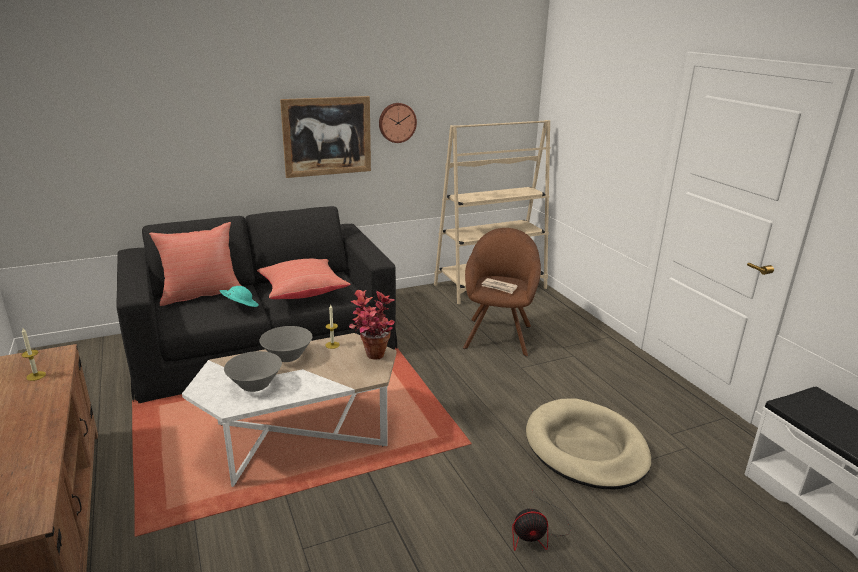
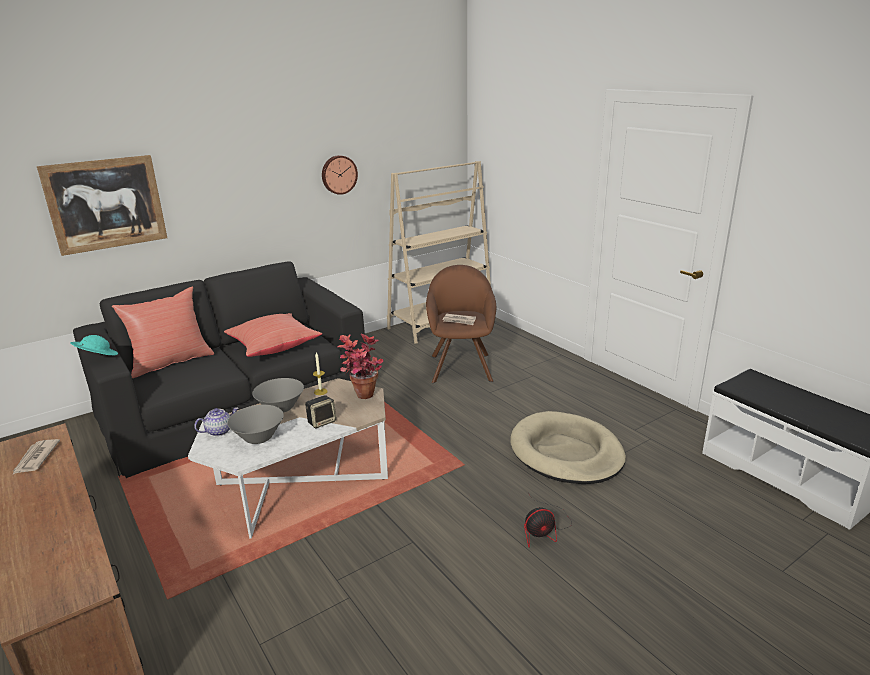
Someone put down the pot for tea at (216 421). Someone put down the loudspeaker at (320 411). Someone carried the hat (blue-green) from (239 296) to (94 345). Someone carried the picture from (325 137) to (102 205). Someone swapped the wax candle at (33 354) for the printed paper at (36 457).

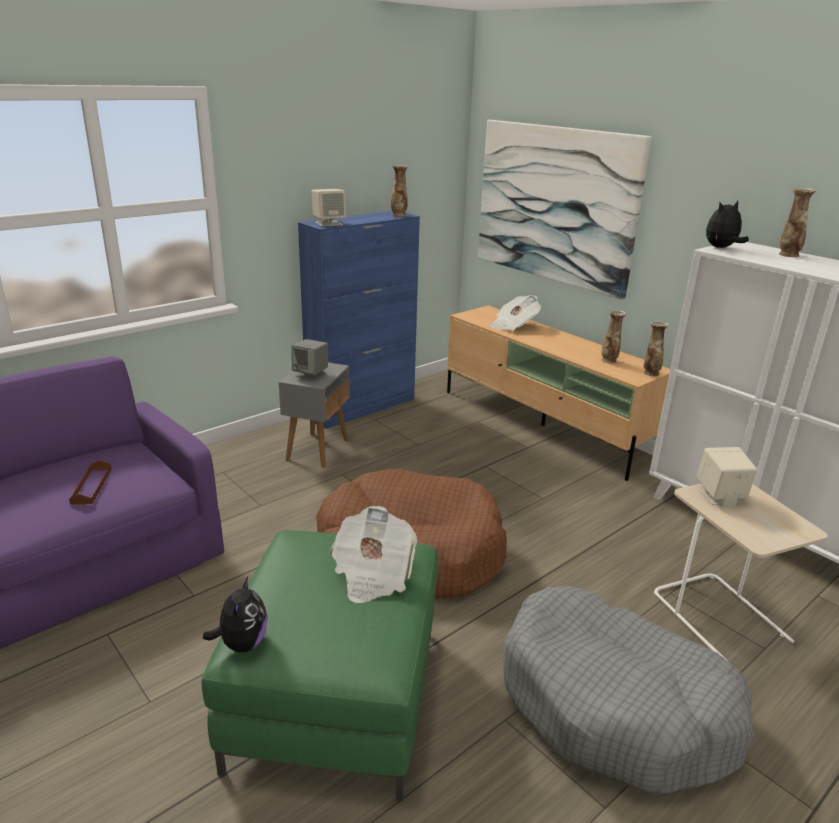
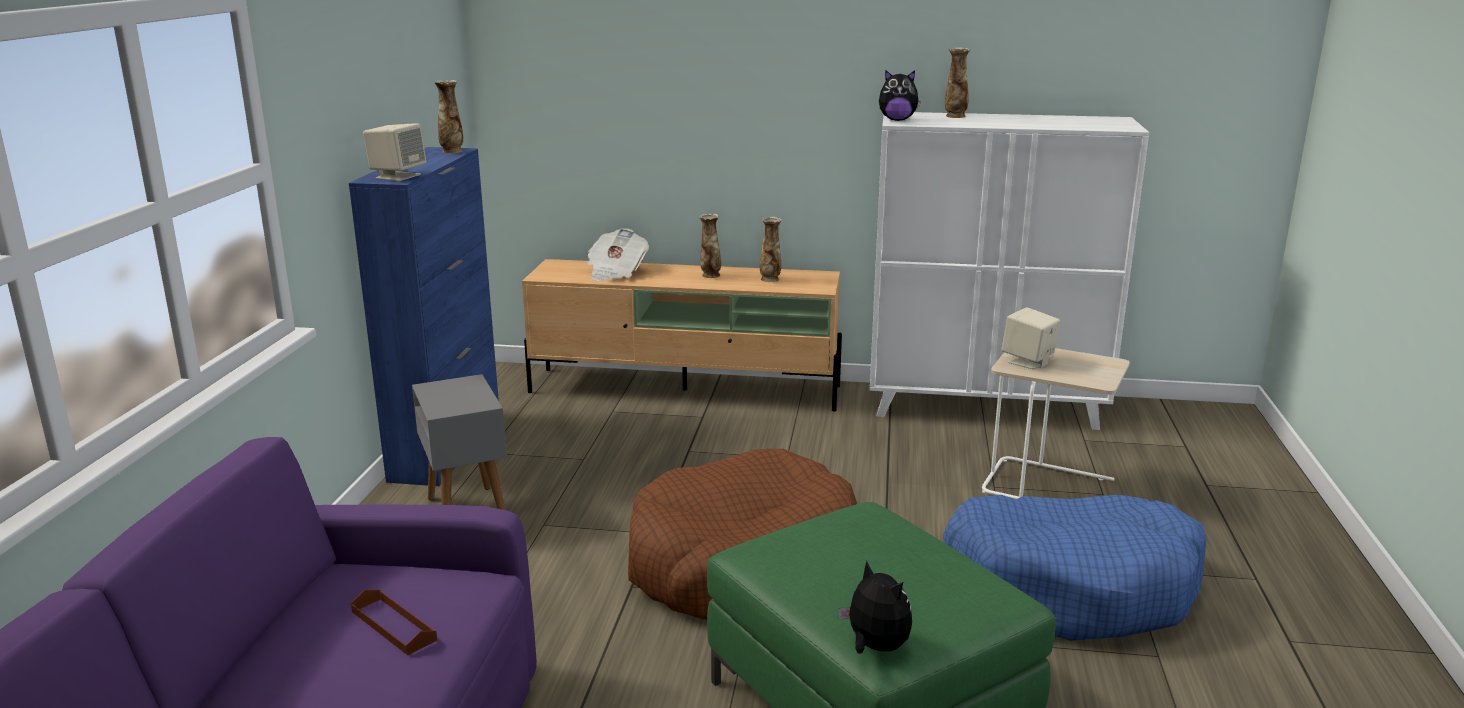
Someone took away the loudspeaker (grey) at (310 360). Someone took away the printed paper at (374 554). Someone took away the picture at (565 210). Someone carried the flower vase from (656 348) to (710 246). Someone repainted the pet bed (grey) at (629 690), which became the pet bed (blue) at (1075 568). Someone rotated the soft toy at (727 224) by 105 degrees counterclockwise.

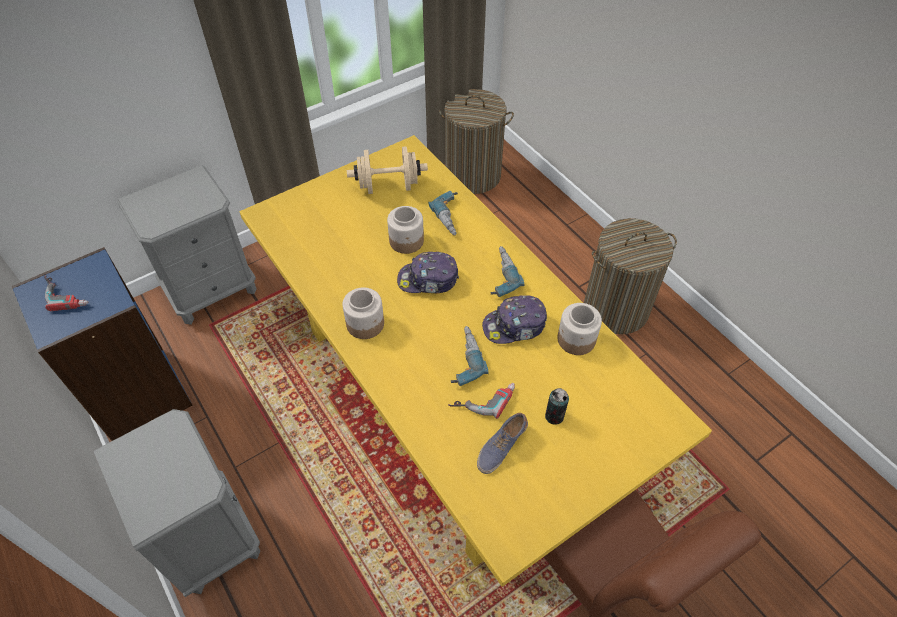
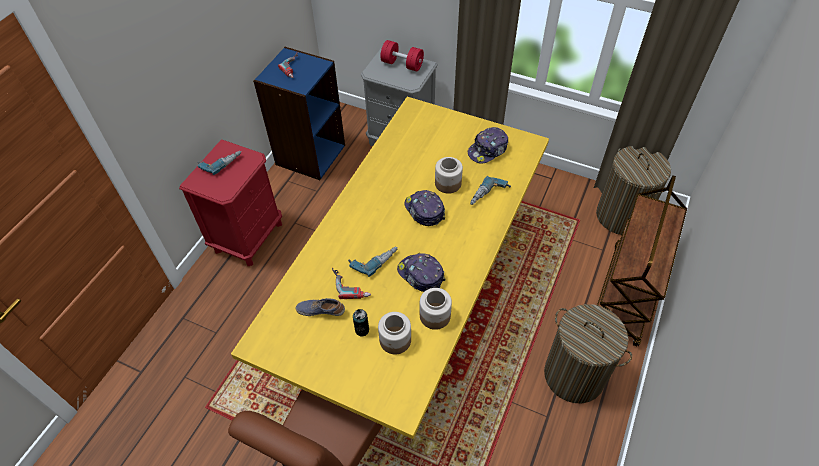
Someone put down the free weight (red) at (402 55). Someone put down the trolley (brown-coloured) at (642 261). Someone carried the preserve jar from (363 313) to (394 333). Someone carried the drill from (507 271) to (219 163). Someone swapped the free weight (sand-coloured) at (387 170) for the baseball cap at (488 145). Someone repainted the night table (grey) at (177 503), which became the night table (red) at (230 202).

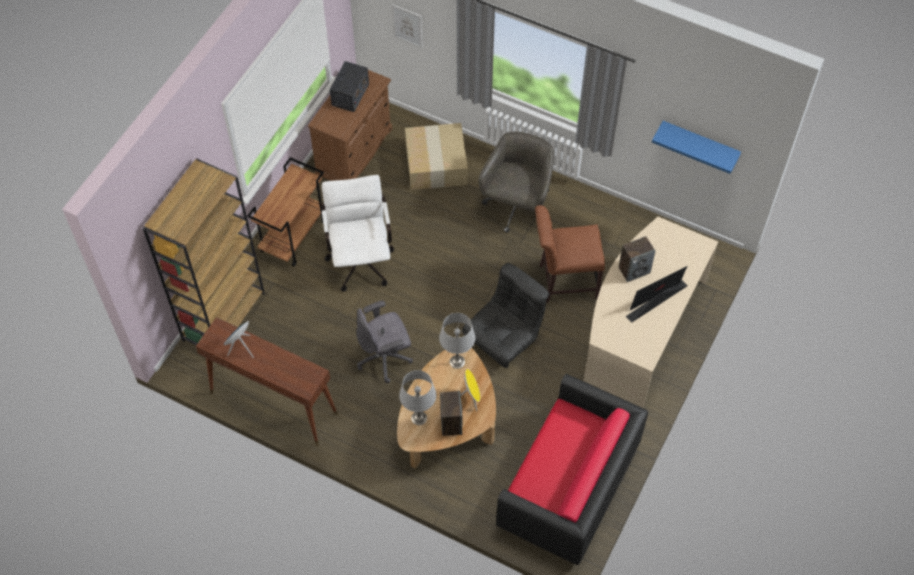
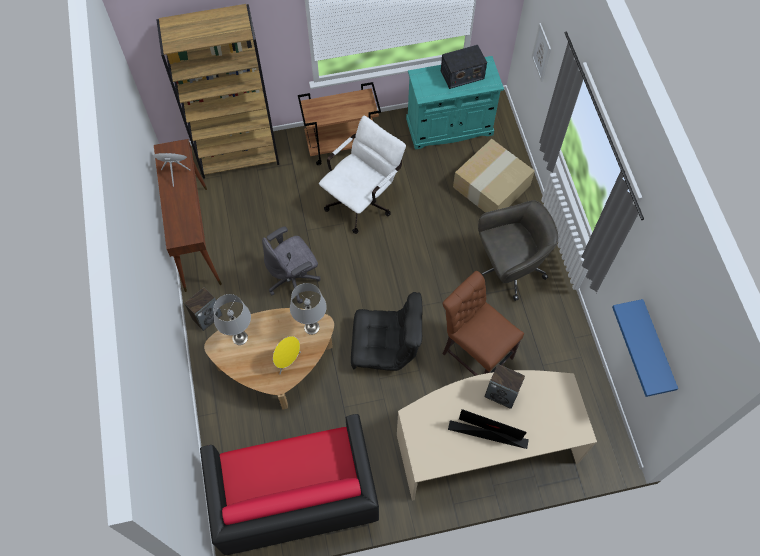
Someone carried the loudspeaker from (451 413) to (203 309). Someone repainted the cabinet (brown-coloured) at (350 125), which became the cabinet (blue-green) at (455 103). Someone rotated the office chair (grey) at (384 341) by 60 degrees counterclockwise.

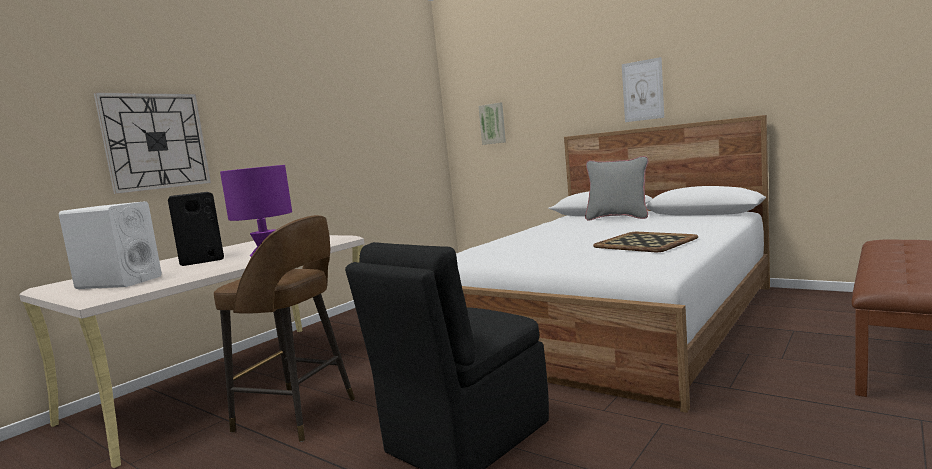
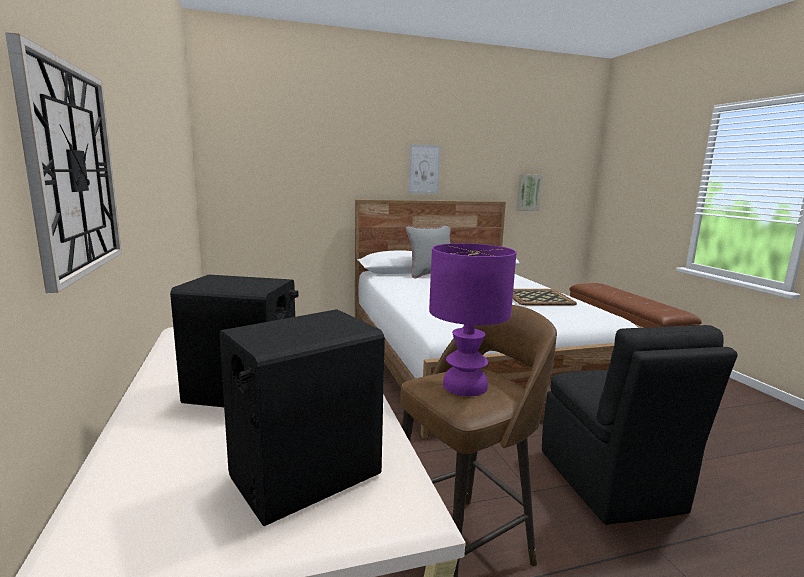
Someone carried the picture from (492 123) to (530 192). Someone repainted the loudspeaker (whitish) at (110 245), which became the loudspeaker (black-coloured) at (302 417).

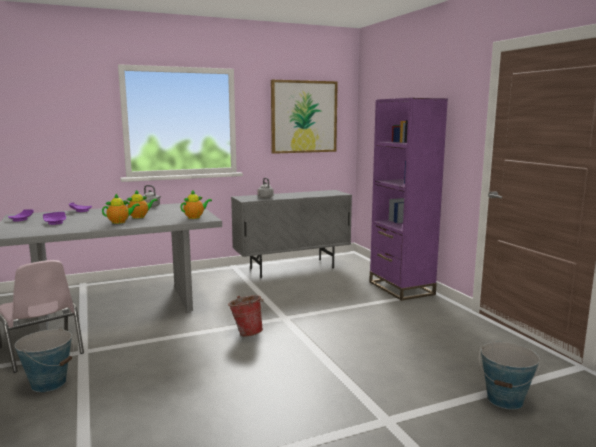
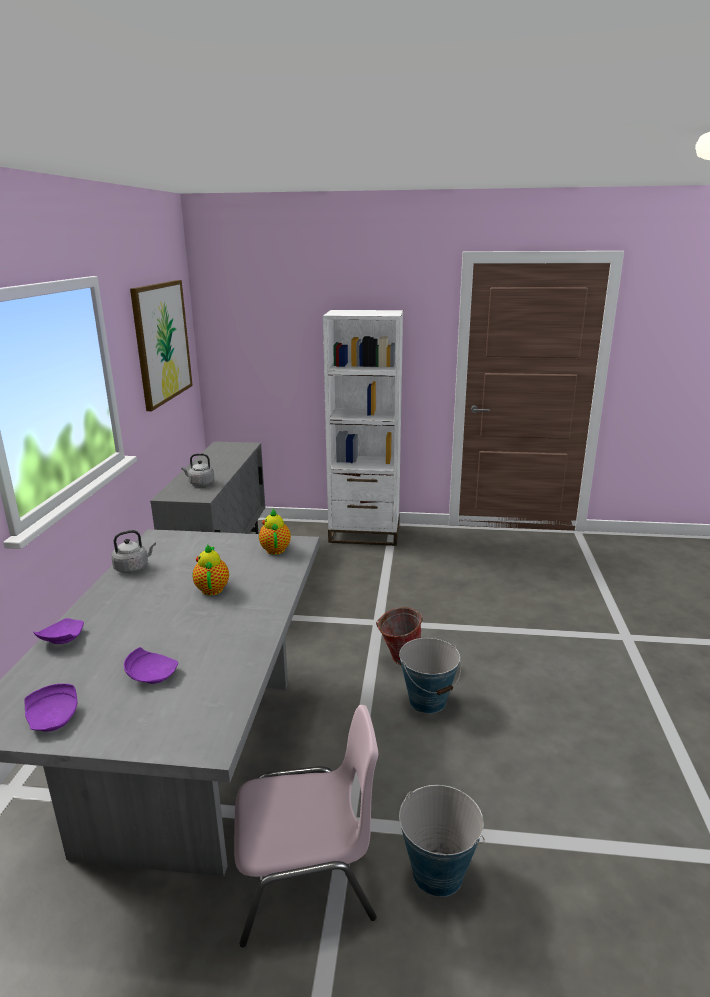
Someone took away the pot for tea at (121 209). Someone carried the water bucket from (509 376) to (430 676). Someone repainted the shelving unit (purple) at (408 199), which became the shelving unit (whitish) at (363 428).

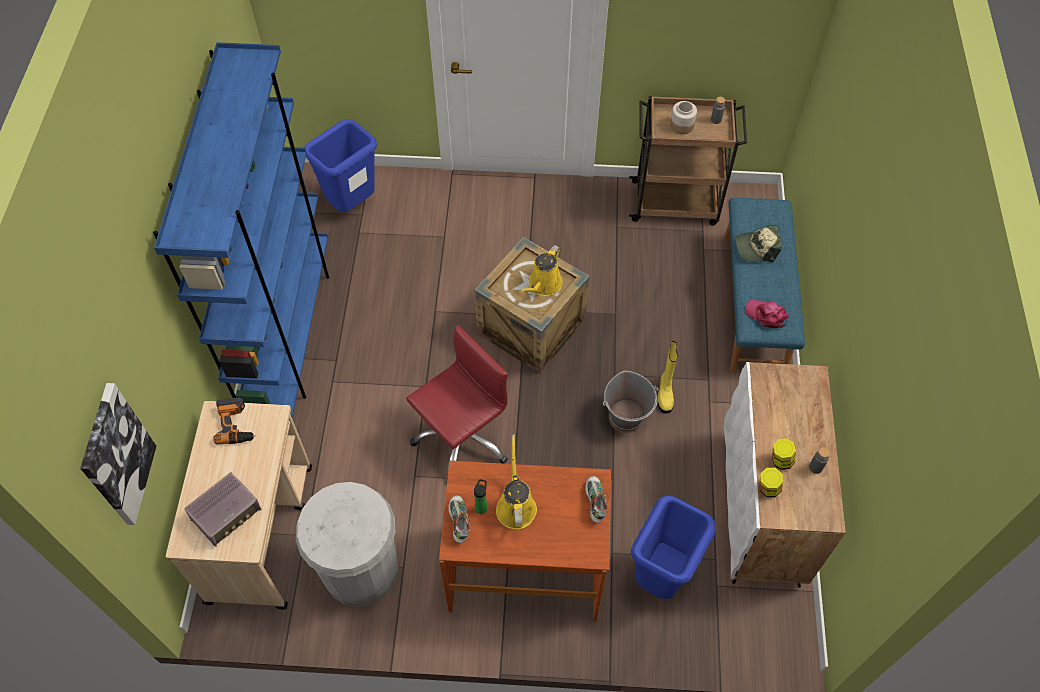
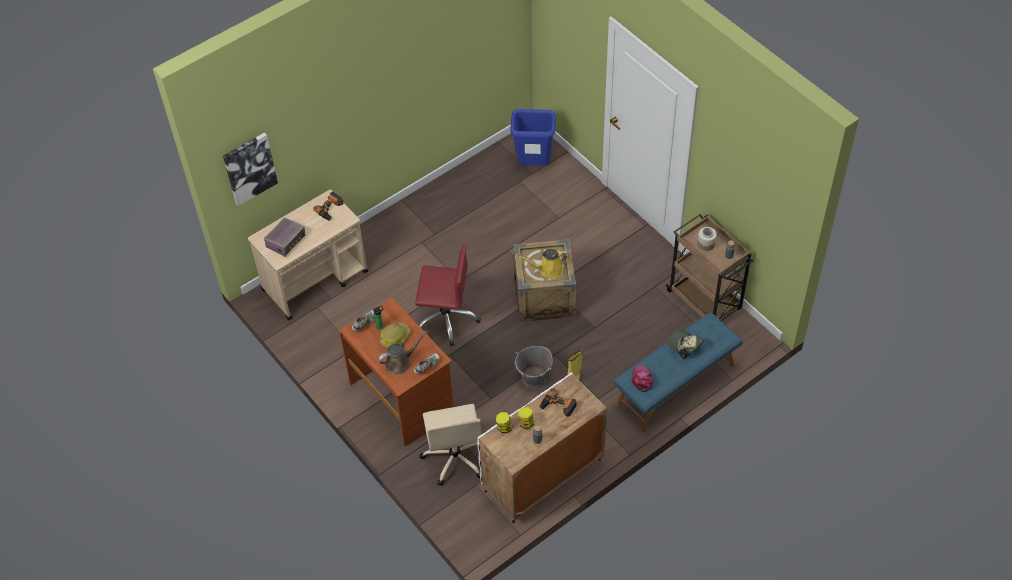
Someone took away the shelving unit (blue) at (241 230). Someone took away the waste bin (whitish) at (347 544). Someone put down the watering can (brown-coloured) at (403 352). Someone put down the drill at (558 402). Someone swapped the watering can (yellowish) at (516 481) for the safety helmet at (395 335). Someone swapped the waste bin (blue) at (673 547) for the office chair (sand-coloured) at (450 445). Someone rotated the radio receiver at (223 509) by 60 degrees counterclockwise.

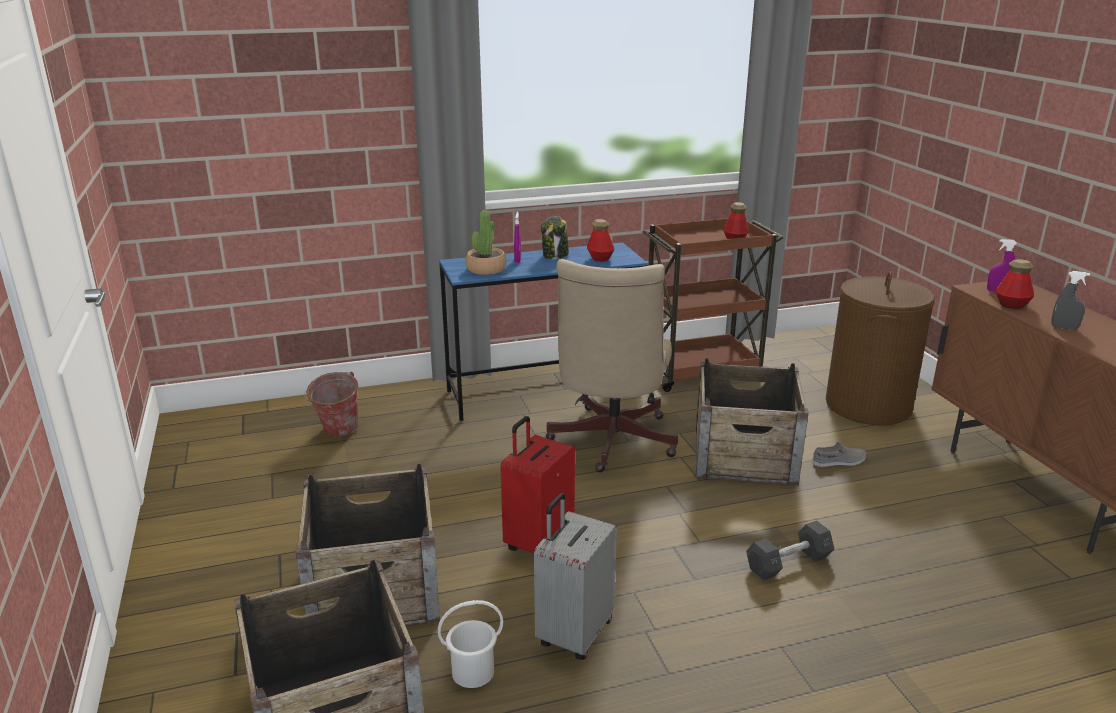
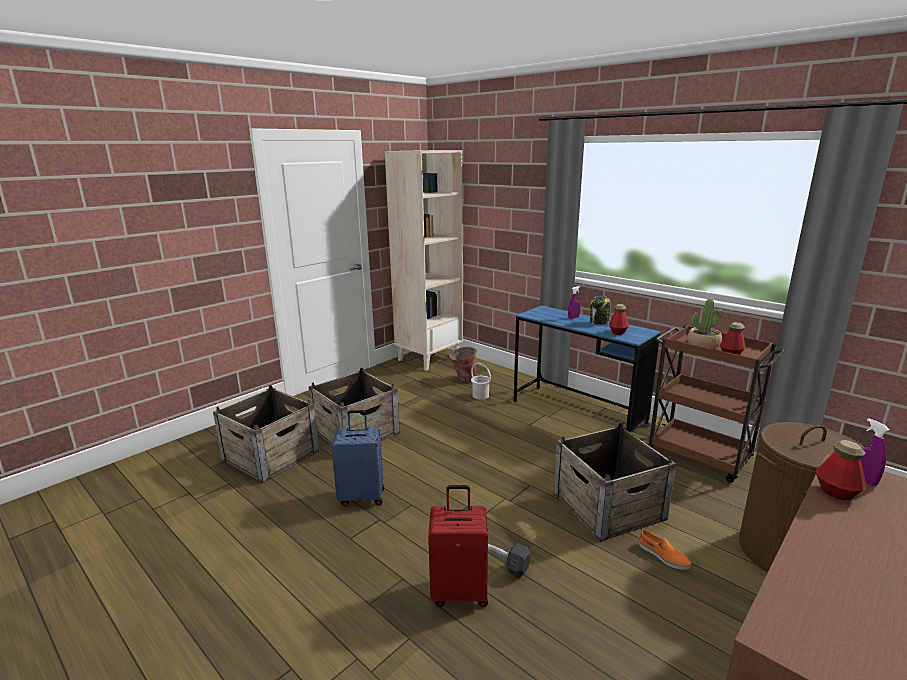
Someone took away the office chair (sand-coloured) at (611 365). Someone took away the sprayer (grey) at (1070 300). Someone put down the shelving unit (sand-coloured) at (424 260). Someone carried the water bucket (whitish) from (470 644) to (481 381). Someone carried the plant in a pot from (486 242) to (704 324). Someone carried the suitcase (red) from (537 485) to (458 546). Someone repainted the suitcase (grey) at (575 576), which became the suitcase (blue) at (357 458). Someone repainted the shoe (grey) at (839 454), which became the shoe (orange) at (665 550).

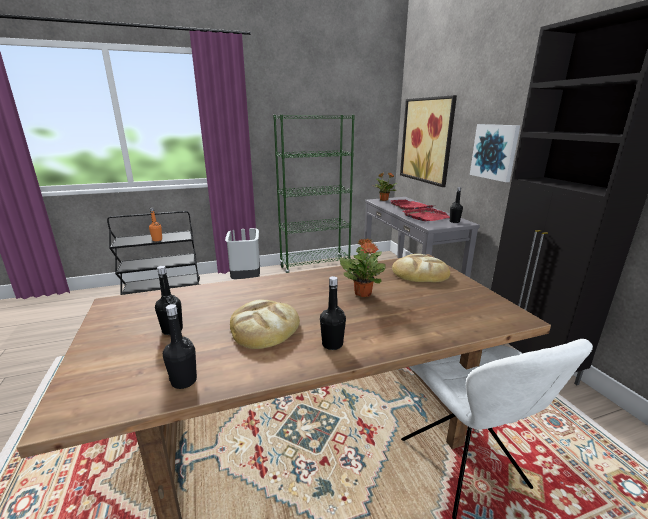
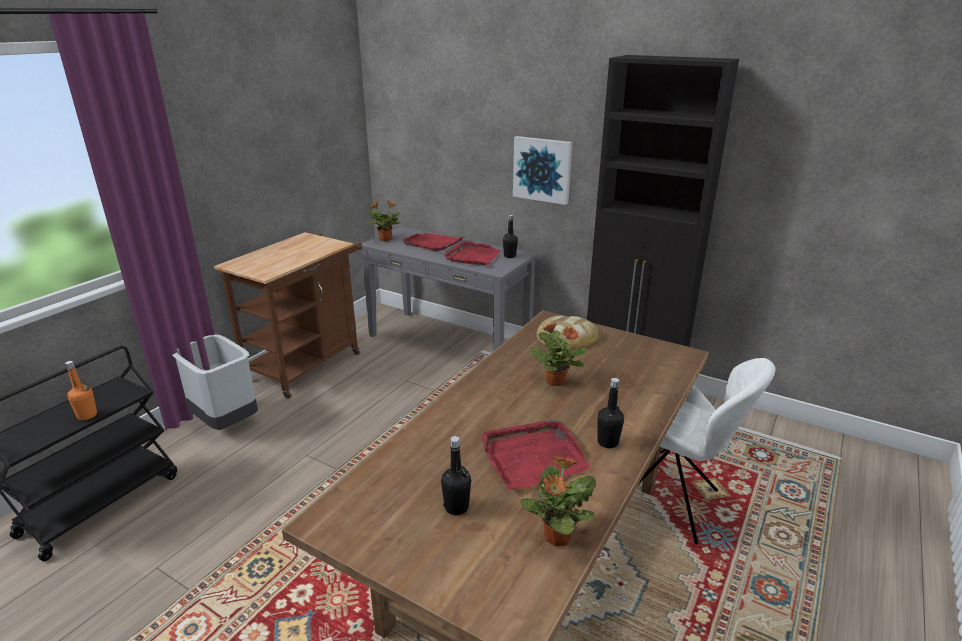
Someone took away the picture at (428 141). Someone swapped the bottle (black-coloured) at (180 346) for the plant in a pot at (558 501). Someone swapped the bakery bread at (265 324) for the serving tray (red) at (536 454). Someone swapped the shelving unit (green) at (314 194) for the trolley (brown-coloured) at (288 315).

